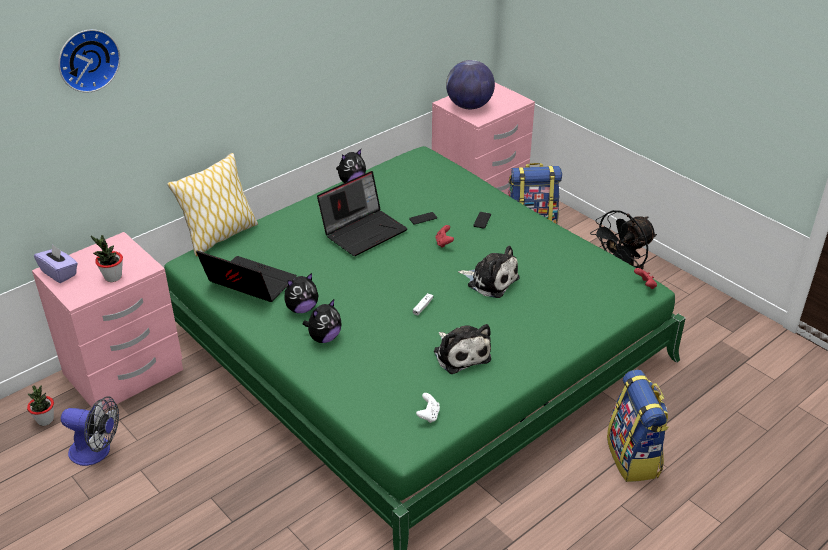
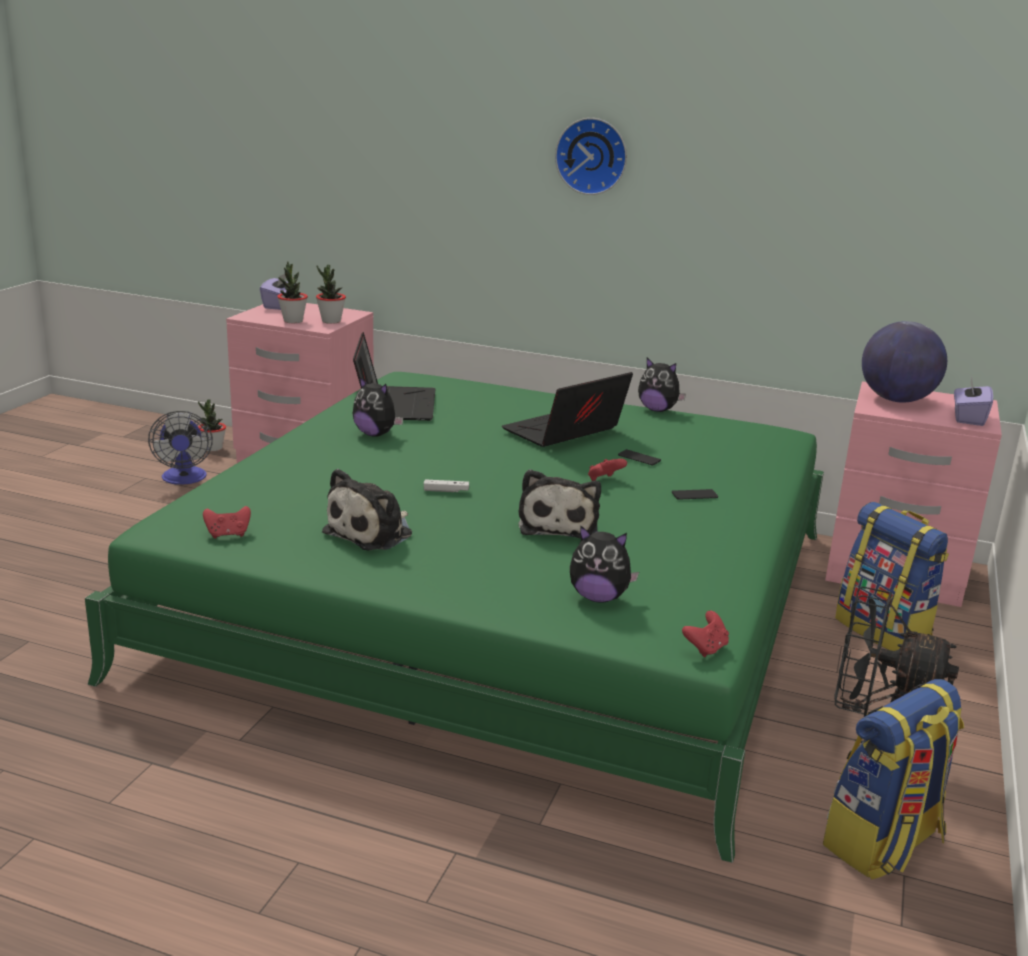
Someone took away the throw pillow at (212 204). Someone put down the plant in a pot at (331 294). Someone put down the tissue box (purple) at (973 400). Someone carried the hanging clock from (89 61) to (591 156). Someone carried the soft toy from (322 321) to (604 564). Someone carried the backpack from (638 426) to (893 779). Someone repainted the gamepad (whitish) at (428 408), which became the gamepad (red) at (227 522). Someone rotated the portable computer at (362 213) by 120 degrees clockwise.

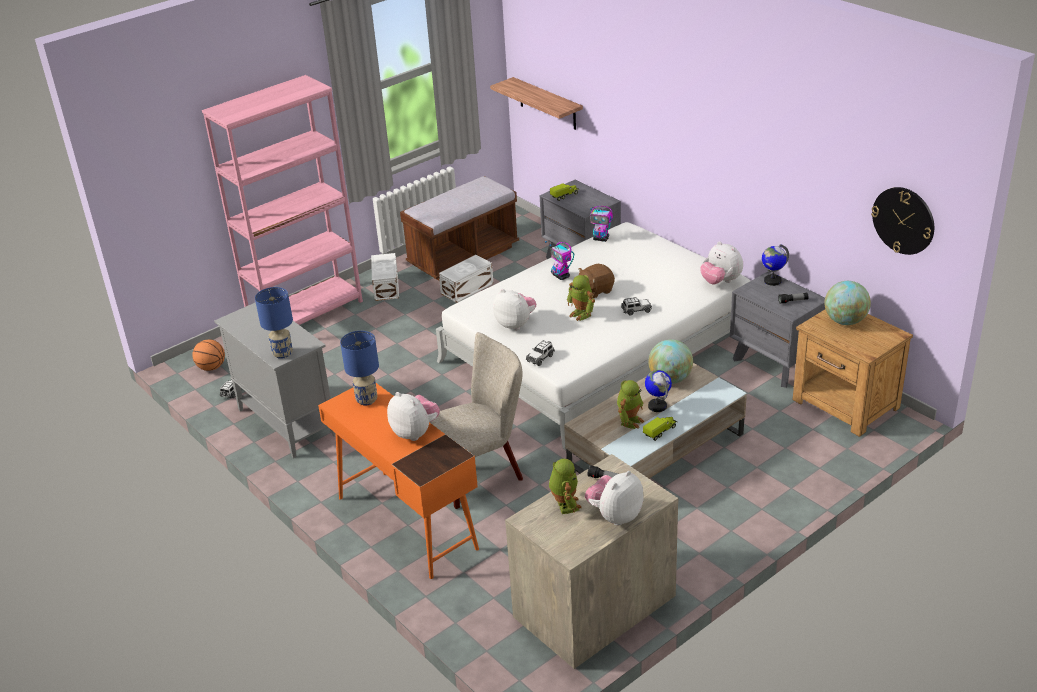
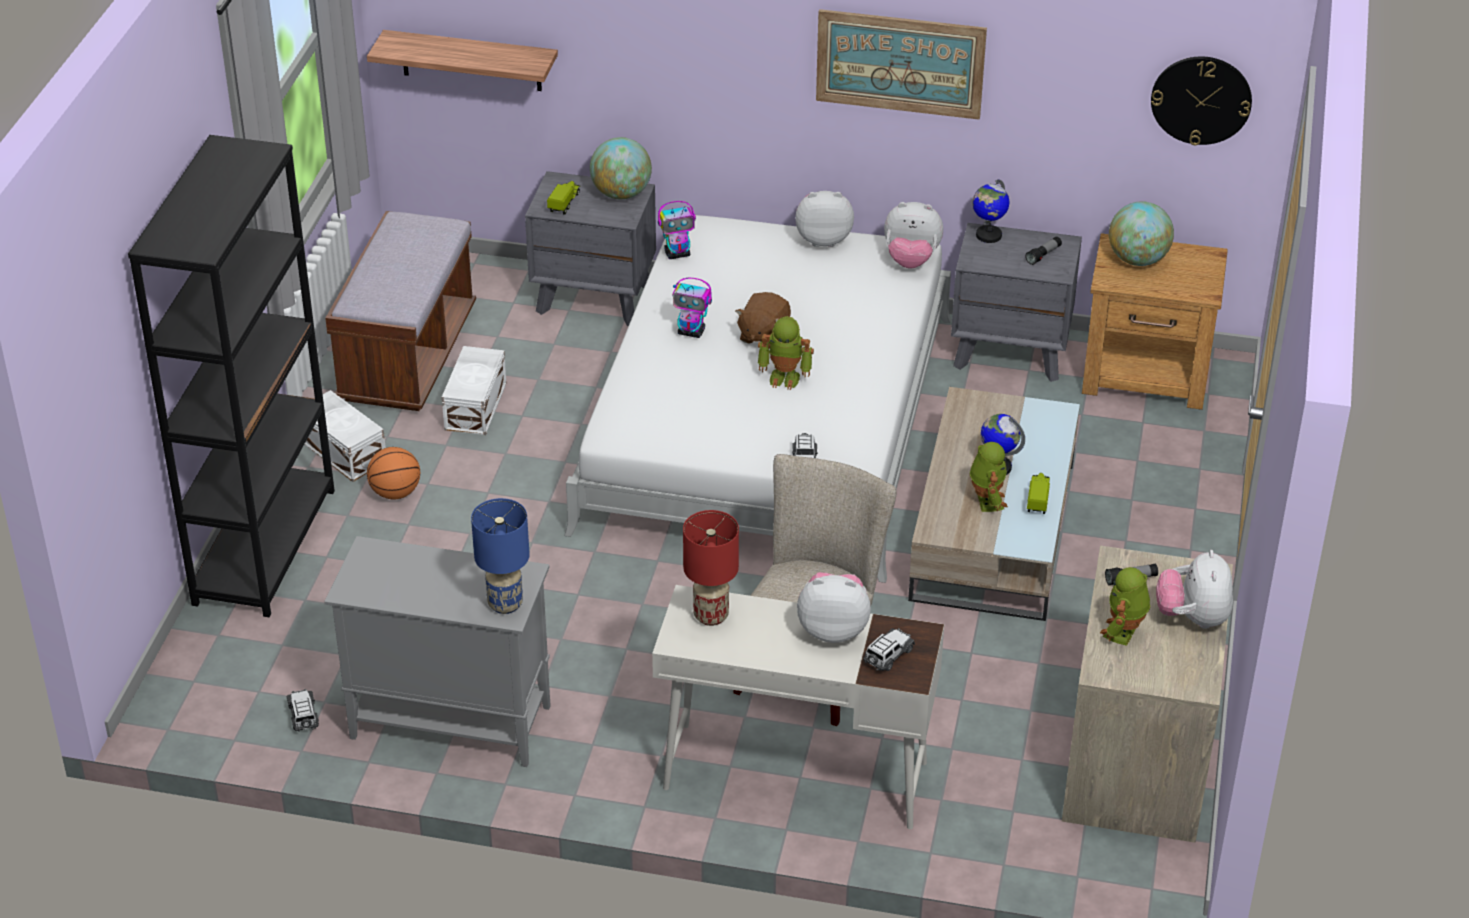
Someone put up the picture at (901 64). Someone carried the basketball from (208 355) to (393 473). Someone carried the soft toy from (514 309) to (824 219). Someone carried the miniature car from (636 306) to (889 649). Someone carried the desk globe from (670 361) to (621 168). Someone repainted the shelving unit (pink) at (282 200), which became the shelving unit (black-coloured) at (231 376). Someone repainted the desk unit (orange) at (398 481), which became the desk unit (whitish) at (798 707). Someone repainted the table lamp (blue) at (359 368), which became the table lamp (red) at (711 568). Someone rotated the toy robot at (565 486) by 105 degrees counterclockwise.

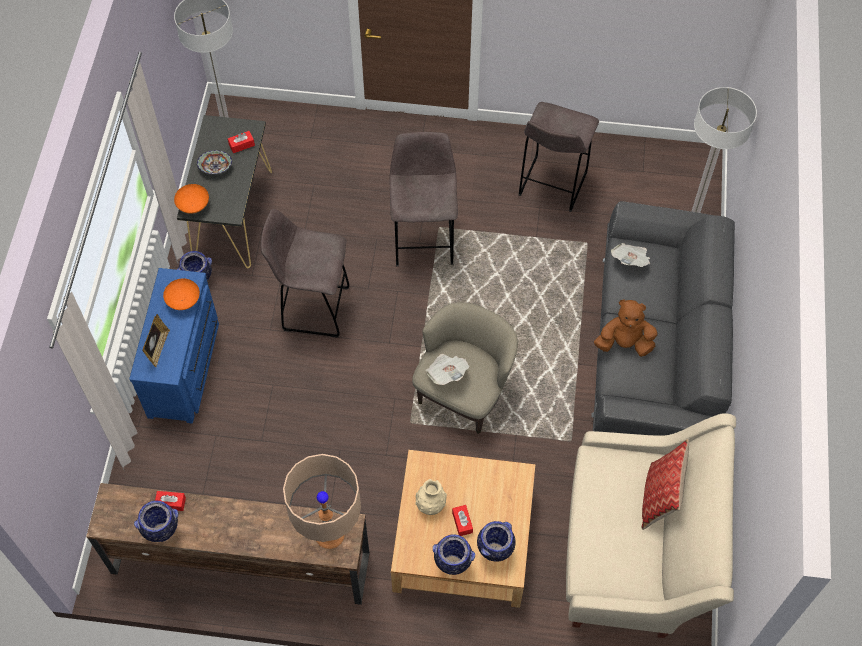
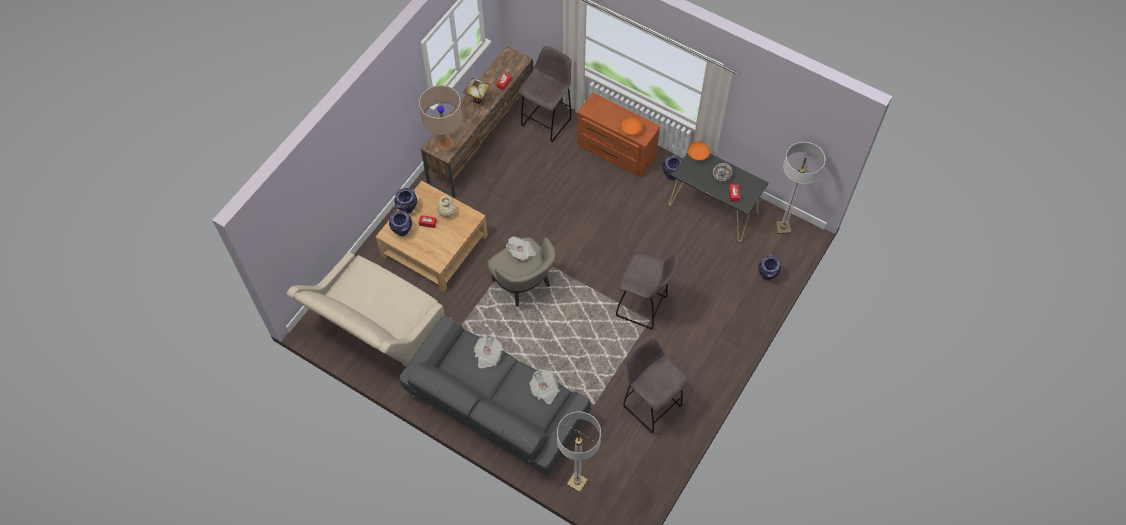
Someone took away the picture frame at (156 340). Someone took away the throw pillow at (665 484). Someone put down the table lamp at (477 93). Someone carried the flower vase from (156 521) to (769 267). Someone carried the stool seat (grey) from (305 273) to (545 94). Someone swapped the soft toy (brown-coloured) at (626 328) for the printed paper at (488 351). Someone repainted the drawer chest (blue) at (174 345), which became the drawer chest (brown-coloured) at (618 135).

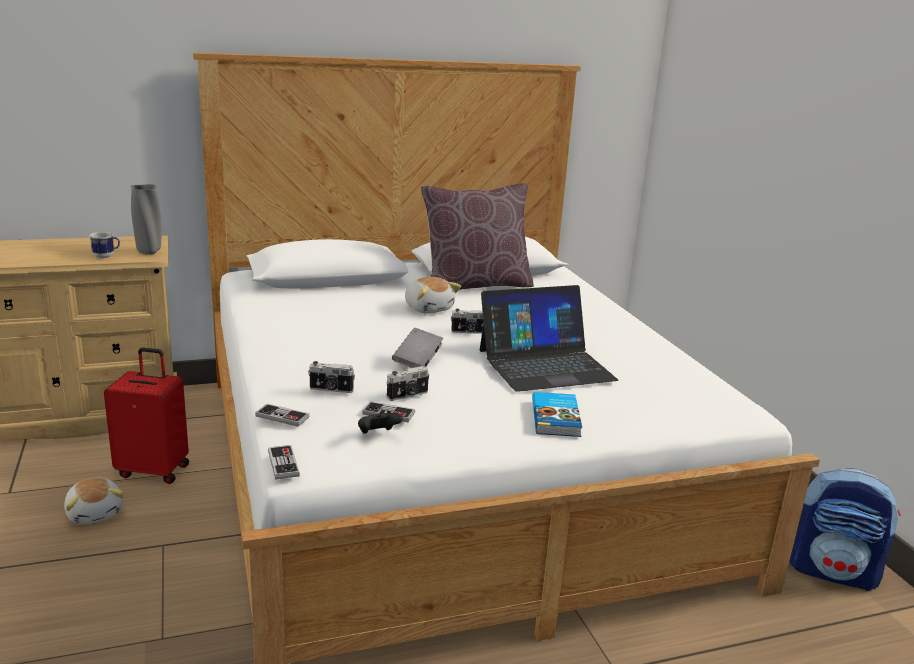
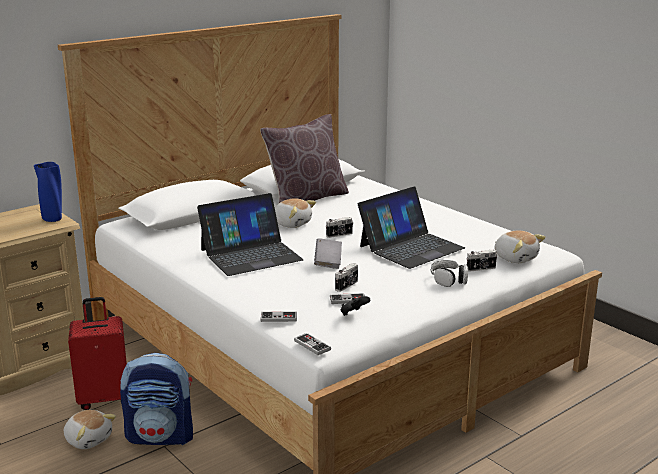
Someone took away the tea mug at (104 245). Someone put down the portable computer at (250 234). Someone put down the soft toy at (520 246). Someone carried the photo camera from (331 377) to (482 260). Someone carried the backpack from (845 529) to (156 399). Someone swapped the book at (557 414) for the headphones at (449 273). Someone repainted the flower vase (grey) at (146 219), which became the flower vase (blue) at (48 192).

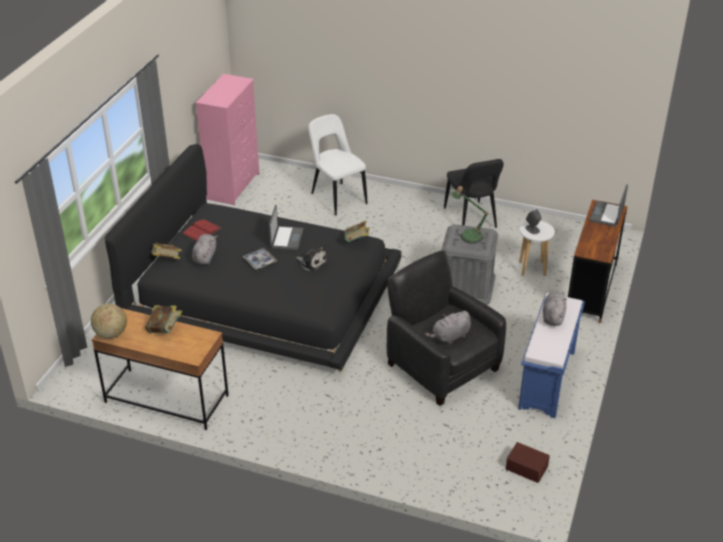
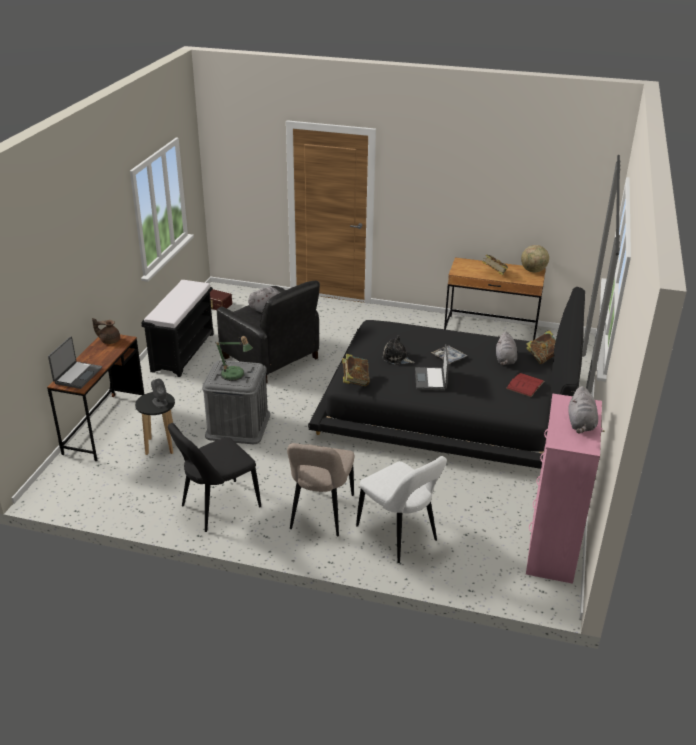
Someone put down the pot for tea (brown-coloured) at (106 331). Someone put down the upright chair (sand-coloured) at (320 489). Someone carried the soft toy (grey) from (555 308) to (583 409). Someone repainted the bench (blue) at (551 355), which became the bench (black-coloured) at (177 328). Someone repainted the stool seat (whitish) at (537 248), which became the stool seat (black-coloured) at (155 423). Someone rotated the upright chair (black-coloured) at (474 193) by 105 degrees counterclockwise.

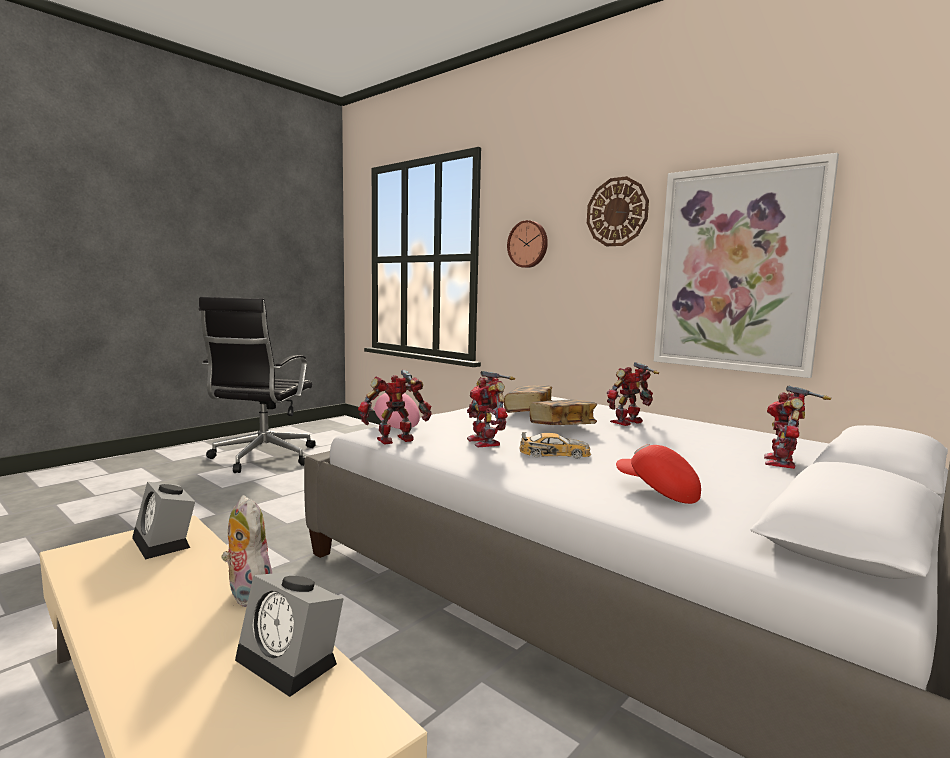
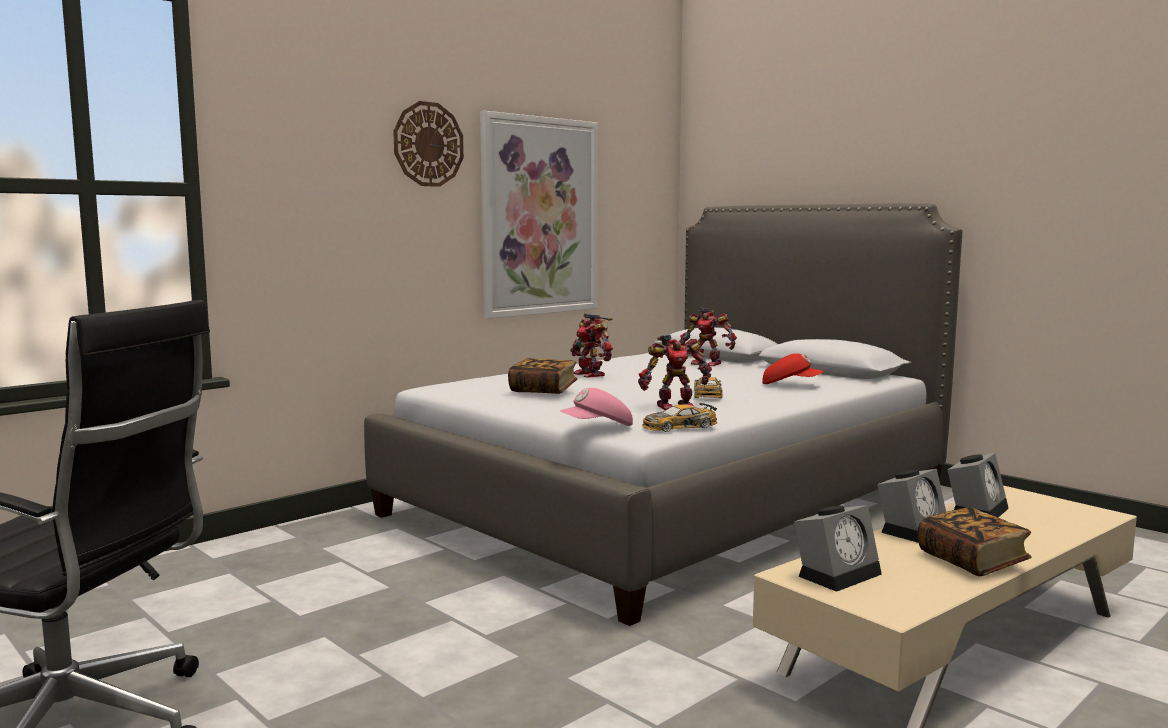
Someone took away the hanging clock at (527 244). Someone carried the book from (563 412) to (974 541). Someone swapped the soft toy at (247 551) for the bedside clock at (911 506). Someone swapped the toy robot at (395 407) for the miniature car at (679 417). Someone rotated the baseball cap (red) at (658 474) by 120 degrees counterclockwise.

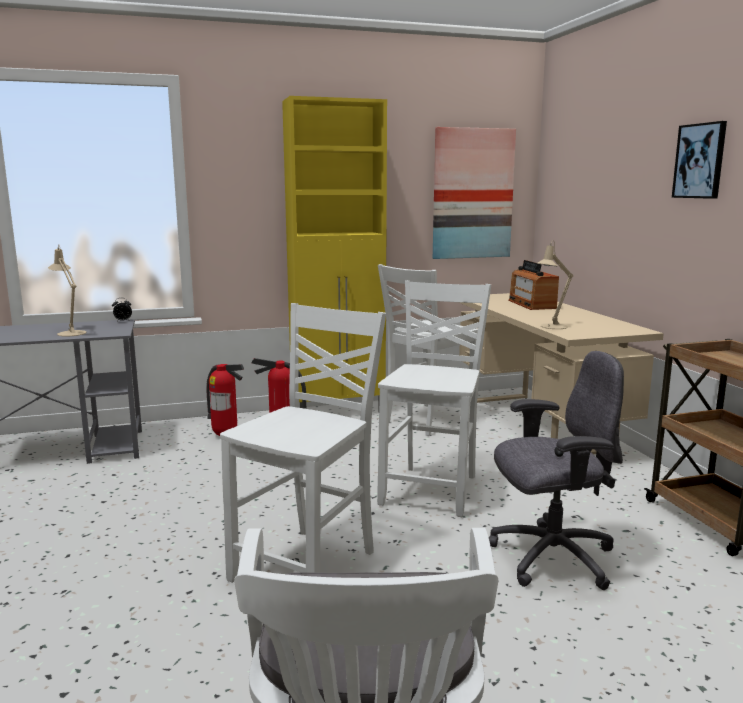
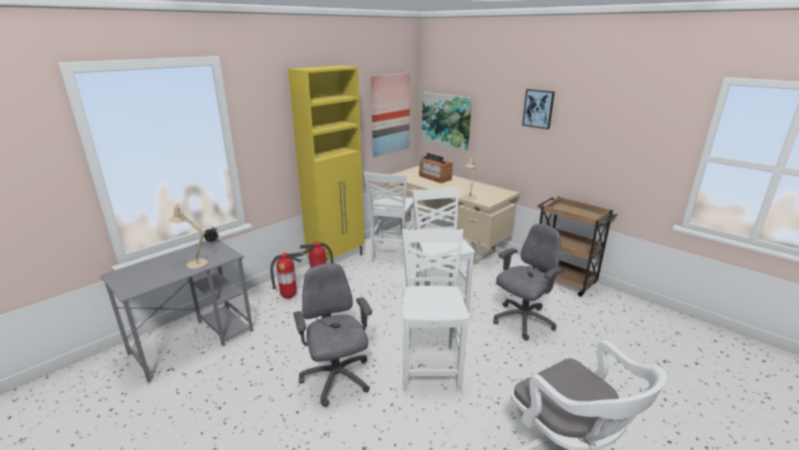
Someone put down the office chair (grey) at (332 335). Someone put up the picture at (447 121).

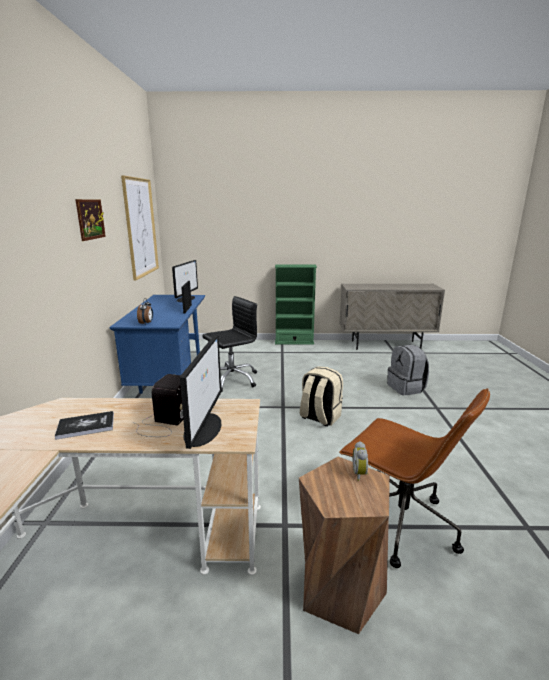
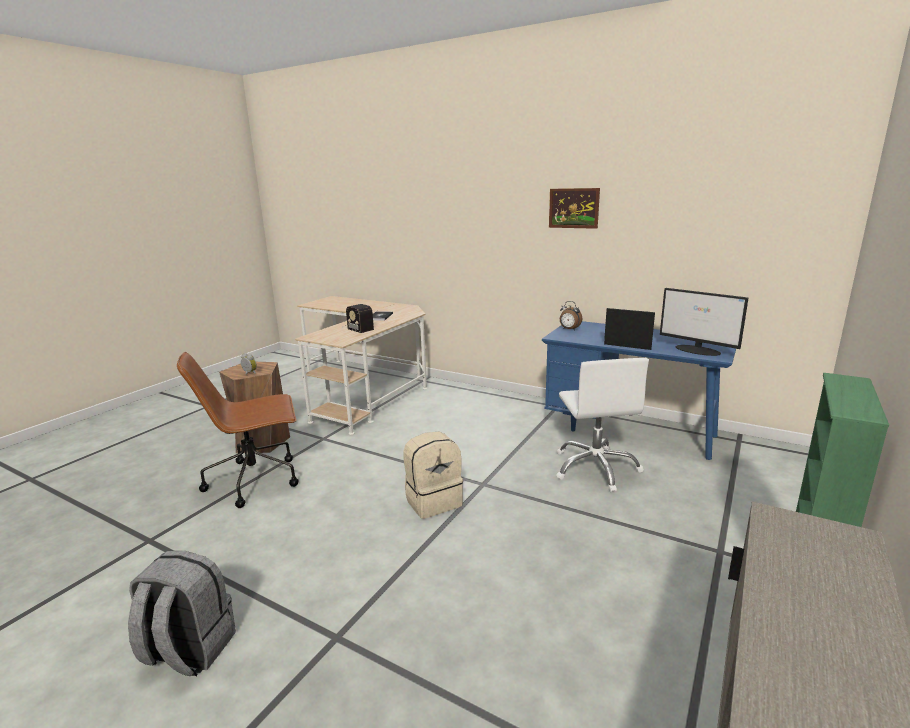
Someone took away the picture at (140 228). Someone took away the computer screen at (200 392). Someone carried the backpack (grey) from (408 370) to (182 613). Someone repainted the office chair (black-coloured) at (229 344), which became the office chair (whitish) at (602 425).

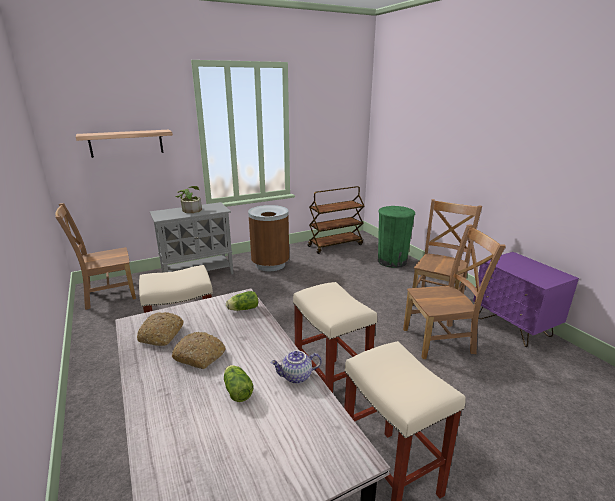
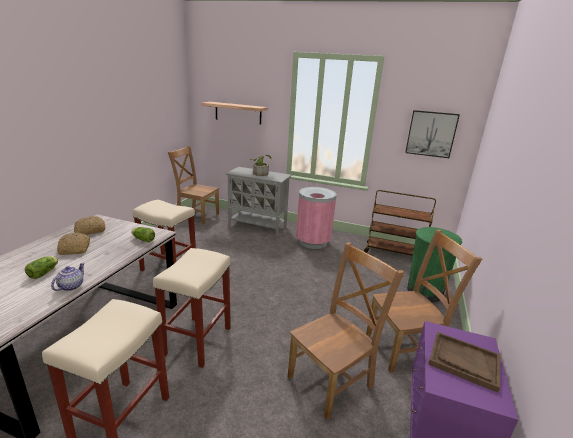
Someone put up the picture at (432 134). Someone put down the serving tray (brown-coloured) at (464 362). Someone repainted the waste bin (brown-coloured) at (268 238), which became the waste bin (pink) at (316 218). Someone rotated the pot for tea at (296 367) by 75 degrees clockwise. Someone rotated the upright chair (brown-coloured) at (454 291) by 75 degrees counterclockwise.

